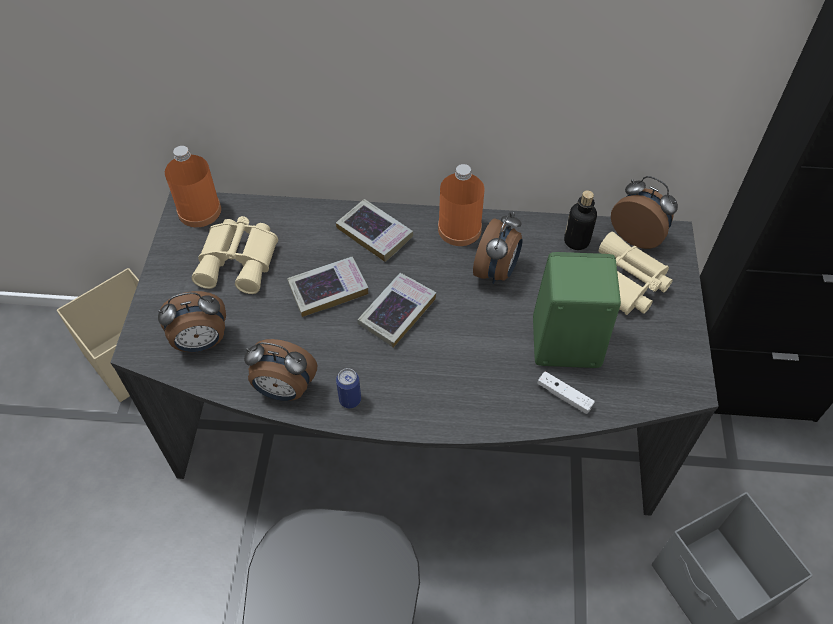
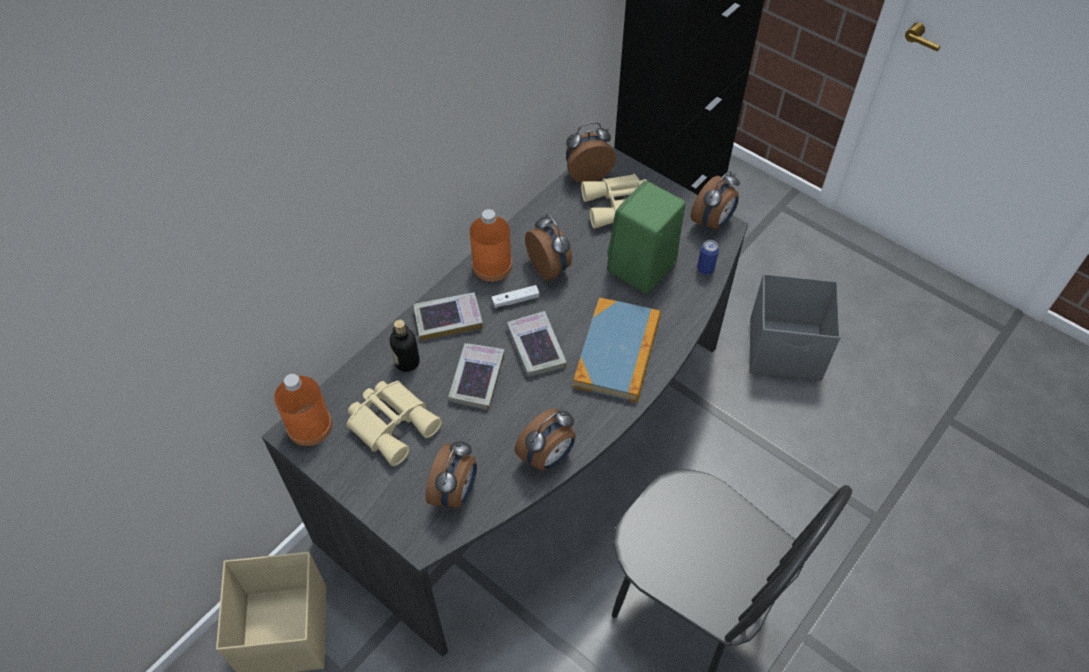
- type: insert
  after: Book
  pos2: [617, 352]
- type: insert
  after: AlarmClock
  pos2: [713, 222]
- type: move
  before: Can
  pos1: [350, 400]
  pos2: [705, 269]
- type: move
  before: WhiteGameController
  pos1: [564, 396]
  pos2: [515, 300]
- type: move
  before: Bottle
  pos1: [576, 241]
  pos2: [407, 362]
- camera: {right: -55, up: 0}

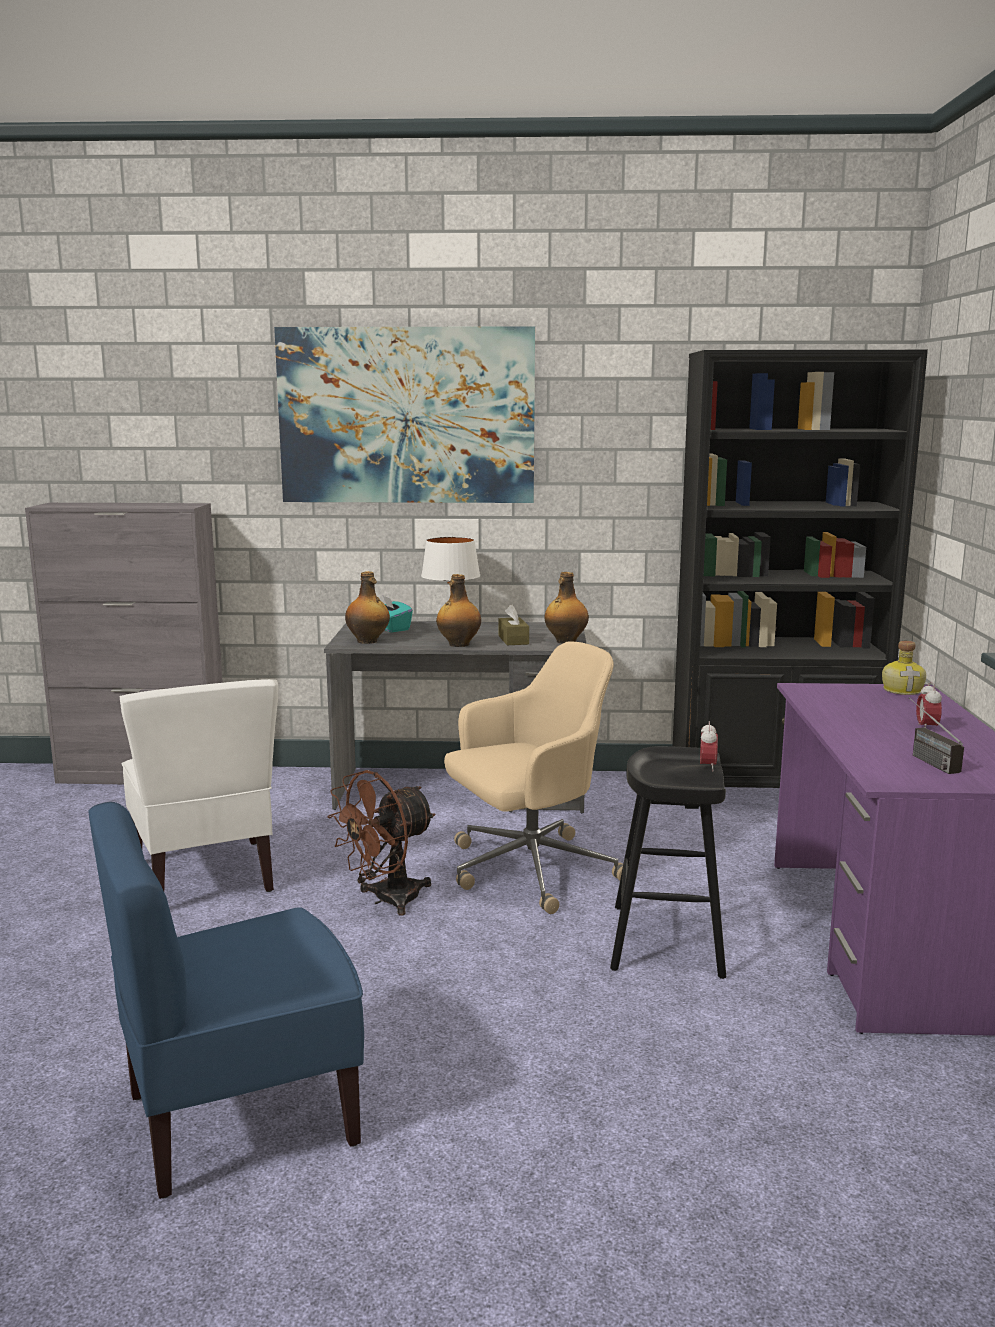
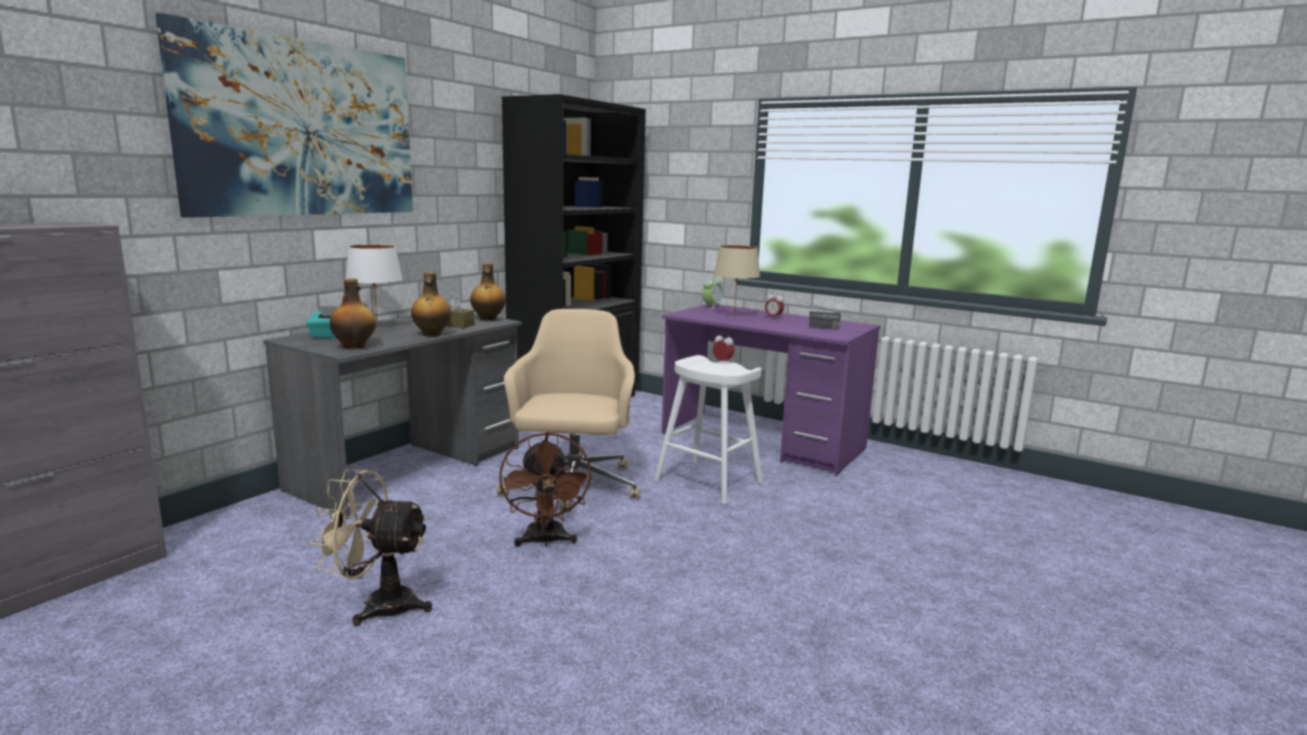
- type: delete
  before: BlueChair
  pos1: [240, 1117]
- type: insert
  after: BeigeTableLamp
  pos2: [734, 316]
- type: replace
  before: WhiteChair
  after: BeigeFan
  pos1: [206, 876]
  pos2: [378, 605]
- type: replace
  before: Bottle
  after: AlarmClock
  pos1: [903, 690]
  pos2: [712, 307]
- type: recolor
  before: BlackStool
  after: WhiteStool
  pos1: [667, 941]
  pos2: [708, 482]
- camera: {right: -60, up: 0}

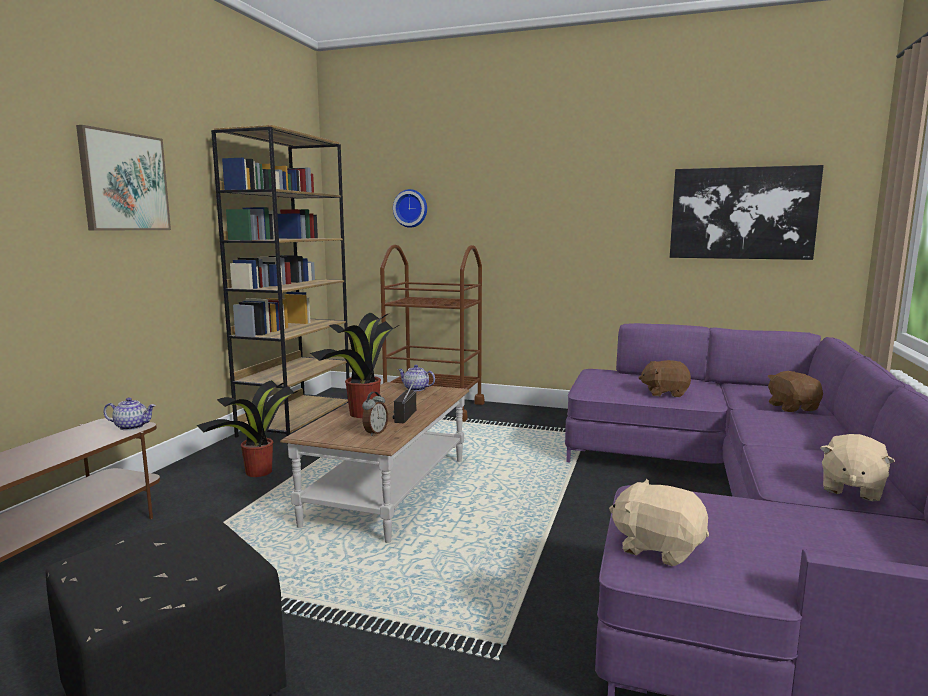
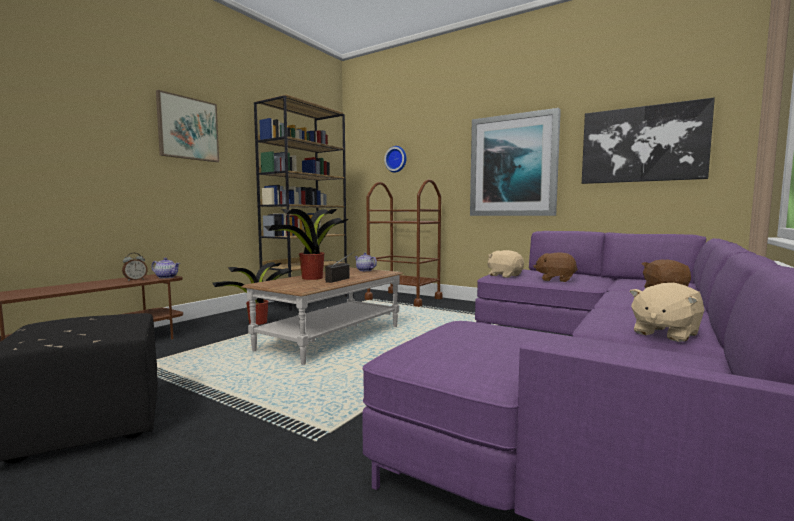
- type: insert
  after: Picture
  pos2: [513, 166]
- type: move
  before: AlarmClock
  pos1: [375, 433]
  pos2: [135, 280]
- type: move
  before: BeigePlushToy
  pos1: [658, 547]
  pos2: [504, 275]
- camera: {right: 15, up: -5}

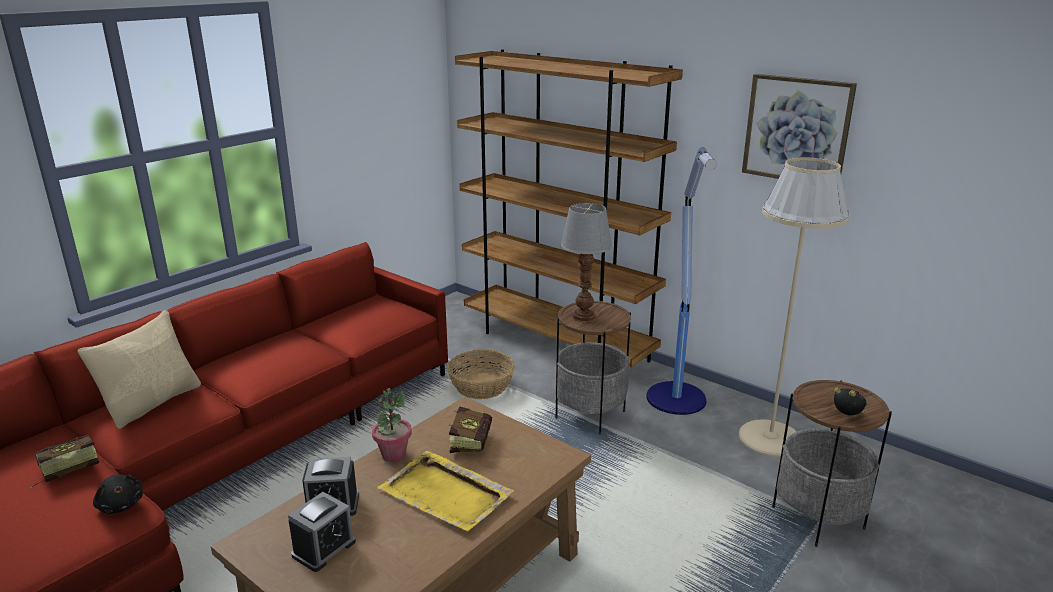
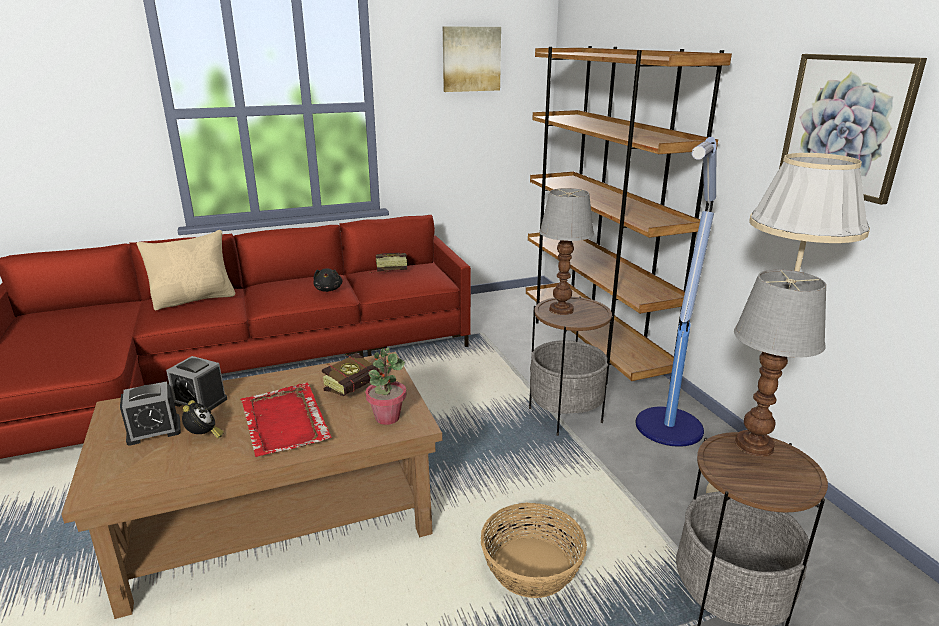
- type: insert
  after: Picture
  pos2: [471, 59]
- type: insert
  after: TableLamp
  pos2: [754, 444]
- type: move
  before: Book
  pos1: [63, 471]
  pos2: [387, 270]
- type: move
  before: BlackPlushToy
  pos1: [121, 505]
  pos2: [328, 289]
- type: move
  before: PottedPlant
  pos1: [393, 455]
  pos2: [387, 417]
- type: move
  before: Basket
  pos1: [482, 386]
  pos2: [532, 567]
- type: move
  before: AlarmClock
  pos1: [847, 417]
  pos2: [204, 436]
- type: recolor
  before: YellowTray
  after: RedTray
  pos1: [446, 494]
  pos2: [284, 422]
- camera: {right: 30, up: 0}

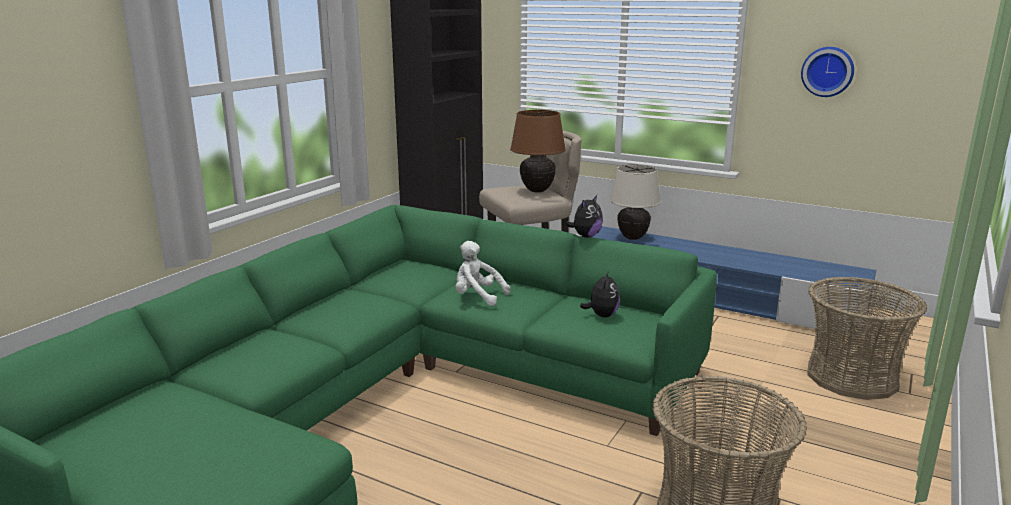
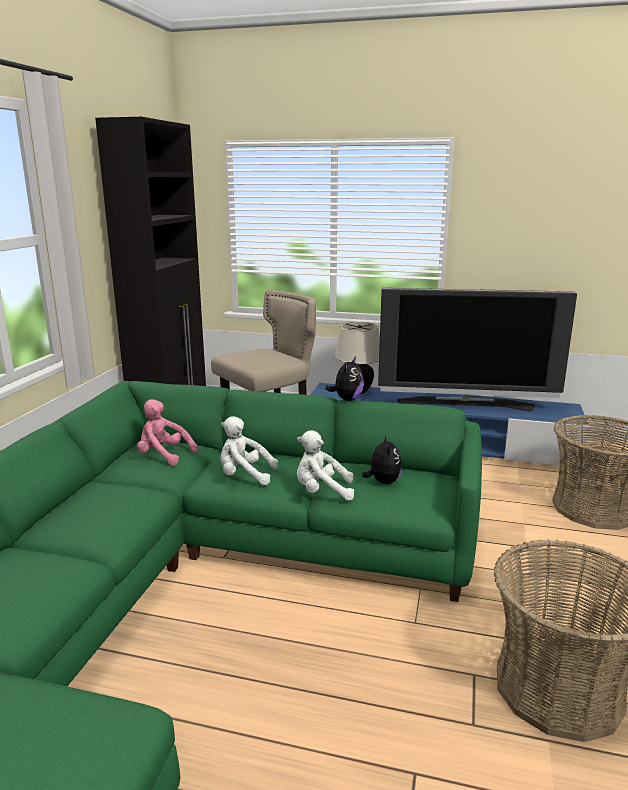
- type: delete
  before: BrownTableLamp
  pos1: [537, 190]
- type: delete
  before: WallClock
  pos1: [827, 71]
- type: insert
  after: PinkPlushToy
  pos2: [163, 455]
- type: insert
  after: WhitePlushToy
  pos2: [322, 492]
- type: insert
  after: Television
  pos2: [466, 404]
- camera: {right: -15, up: 0}

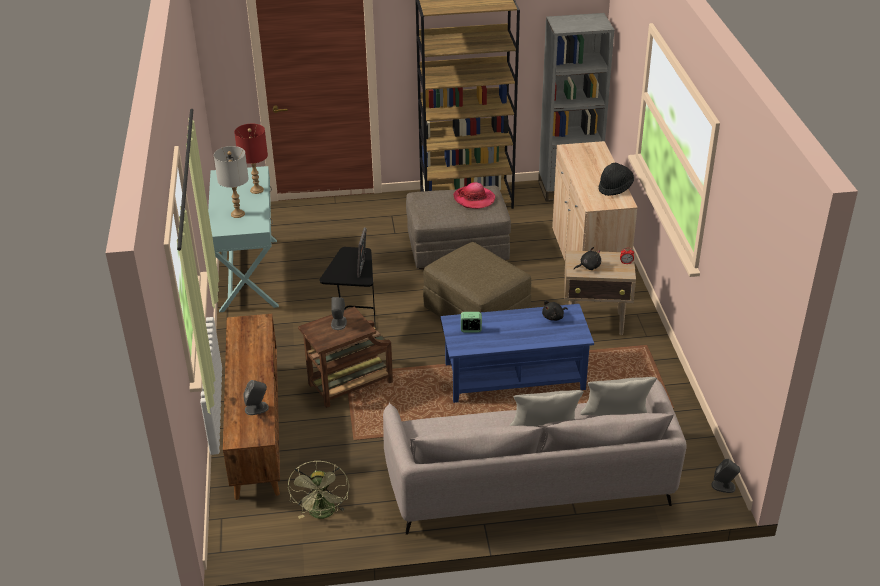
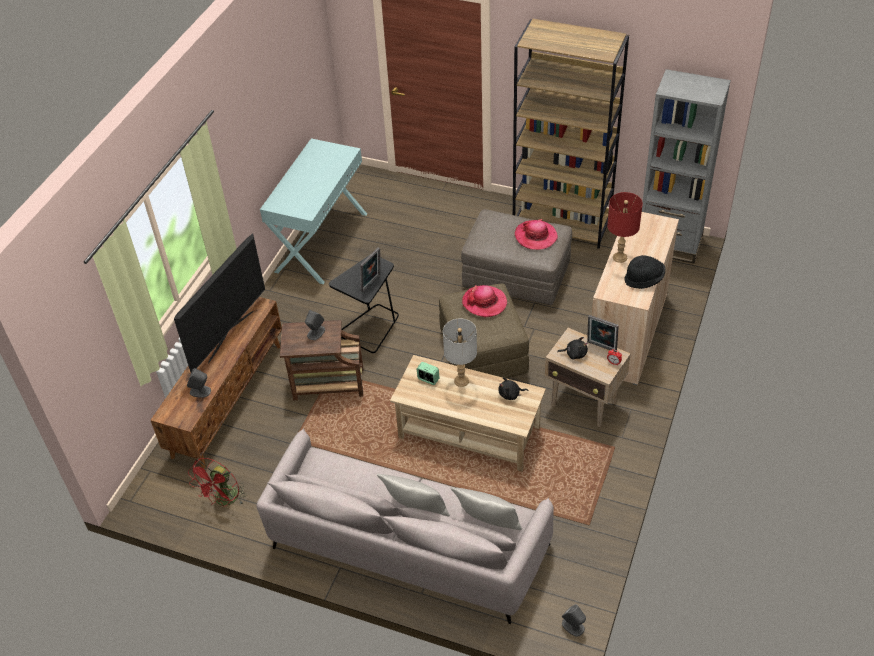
- type: insert
  after: Television
  pos2: [230, 336]
- type: insert
  after: Hat
  pos2: [484, 302]
- type: insert
  after: PictureFrame
  pos2: [601, 347]
- type: move
  before: GreyTableLamp
  pos1: [238, 214]
  pos2: [461, 380]
- type: move
  before: RedTableLamp
  pos1: [257, 190]
  pos2: [620, 257]
- type: recolor
  before: GreenFan
  after: RedFan
  pos1: [323, 514]
  pos2: [224, 500]
- type: recolor
  before: BlueCoffeeTable
  after: BeigeCoffeeTable
  pos1: [514, 377]
  pos2: [468, 432]
- camera: {right: 30, up: 10}

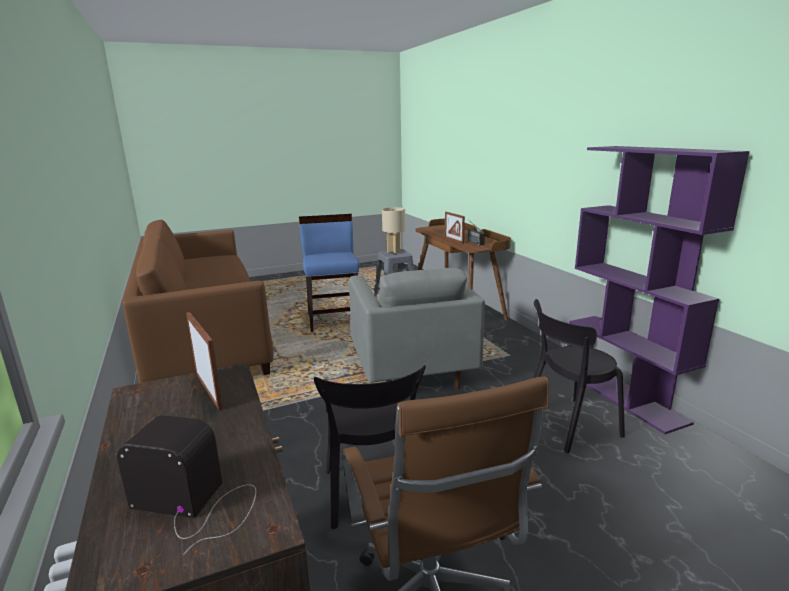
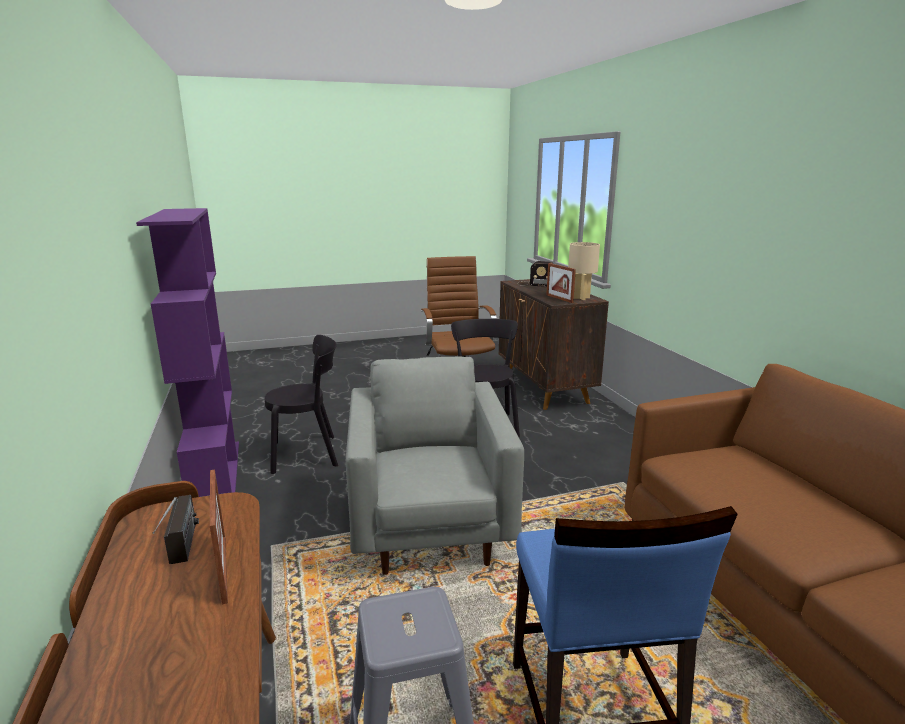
- type: move
  before: BeigeTableLamp
  pos1: [394, 252]
  pos2: [580, 298]
- camera: {right: -175, up: 0}

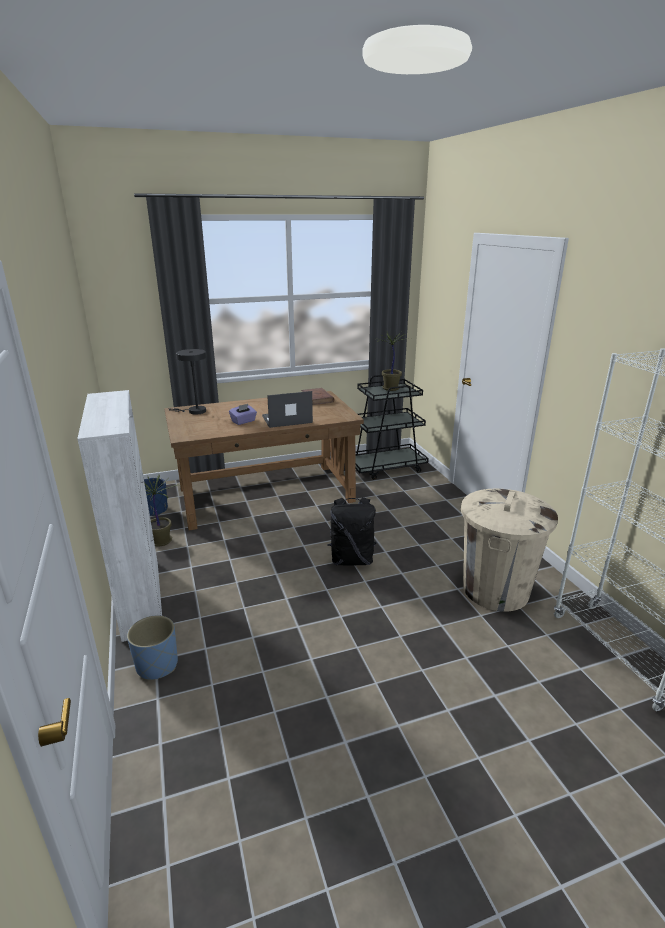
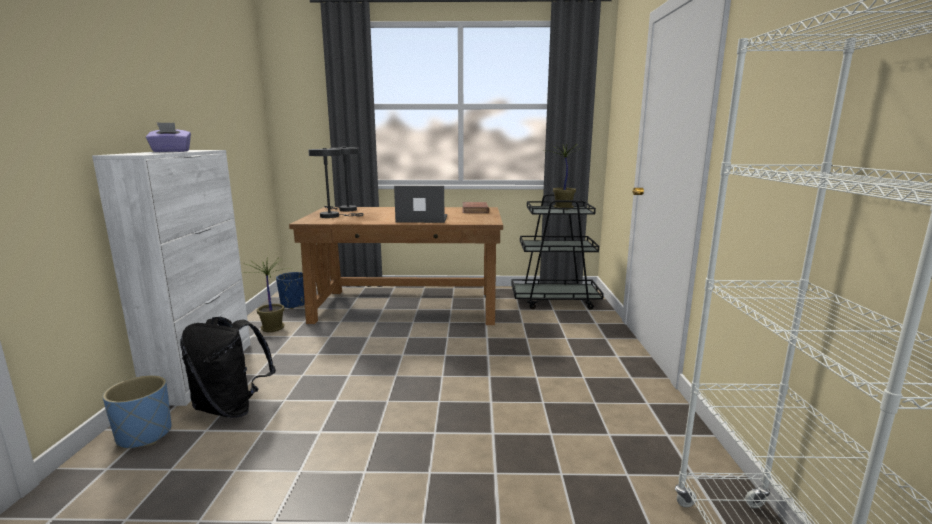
- type: delete
  before: BeigeTrashCan
  pos1: [495, 590]
- type: insert
  after: GreyTableLamp
  pos2: [333, 216]
- type: move
  before: PurpleTissueBox
  pos1: [243, 421]
  pos2: [171, 151]
- type: move
  before: BlackBackpack
  pos1: [352, 559]
  pos2: [231, 408]
- camera: {right: 20, up: -10}

